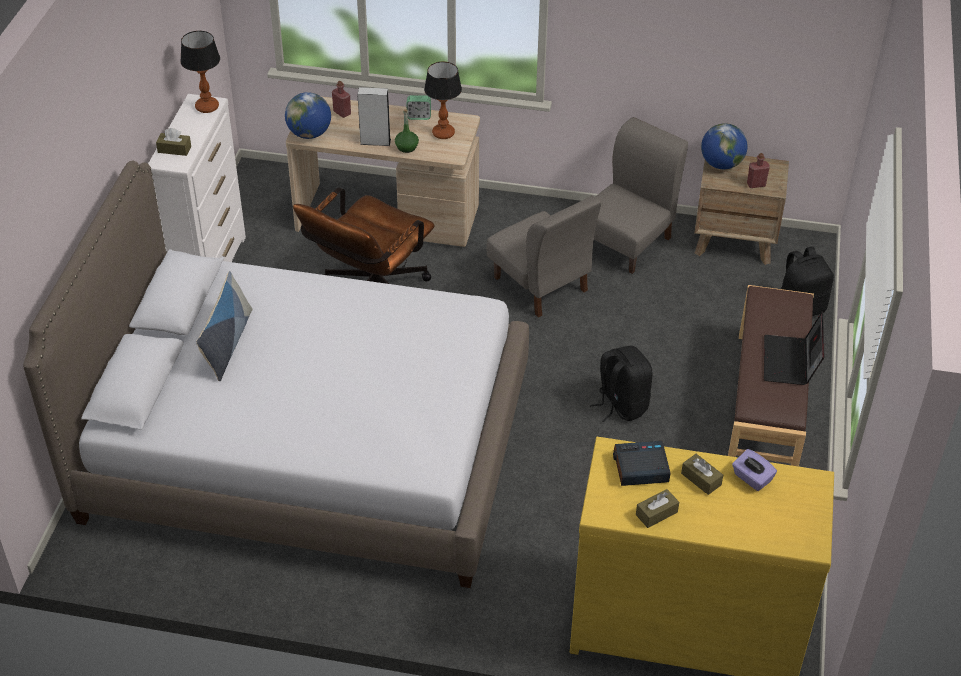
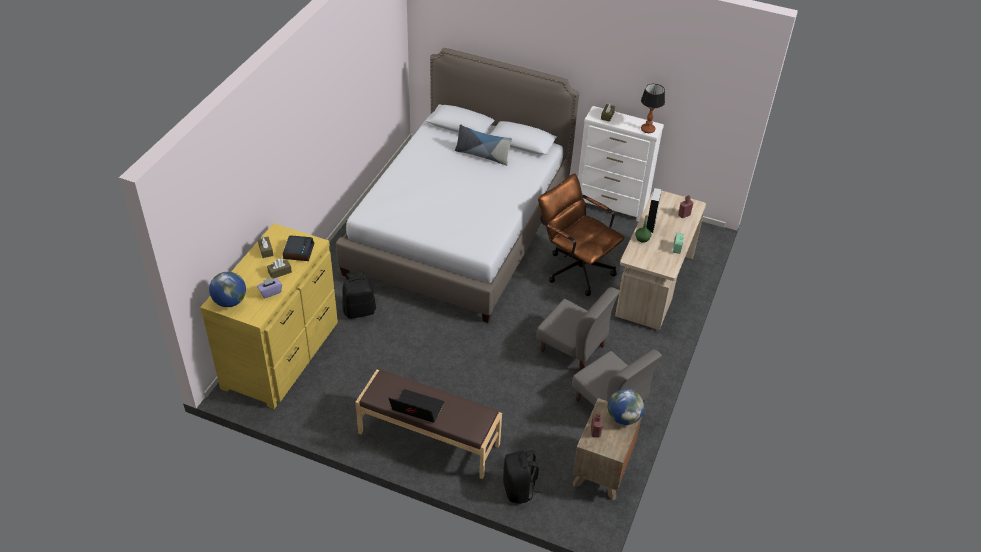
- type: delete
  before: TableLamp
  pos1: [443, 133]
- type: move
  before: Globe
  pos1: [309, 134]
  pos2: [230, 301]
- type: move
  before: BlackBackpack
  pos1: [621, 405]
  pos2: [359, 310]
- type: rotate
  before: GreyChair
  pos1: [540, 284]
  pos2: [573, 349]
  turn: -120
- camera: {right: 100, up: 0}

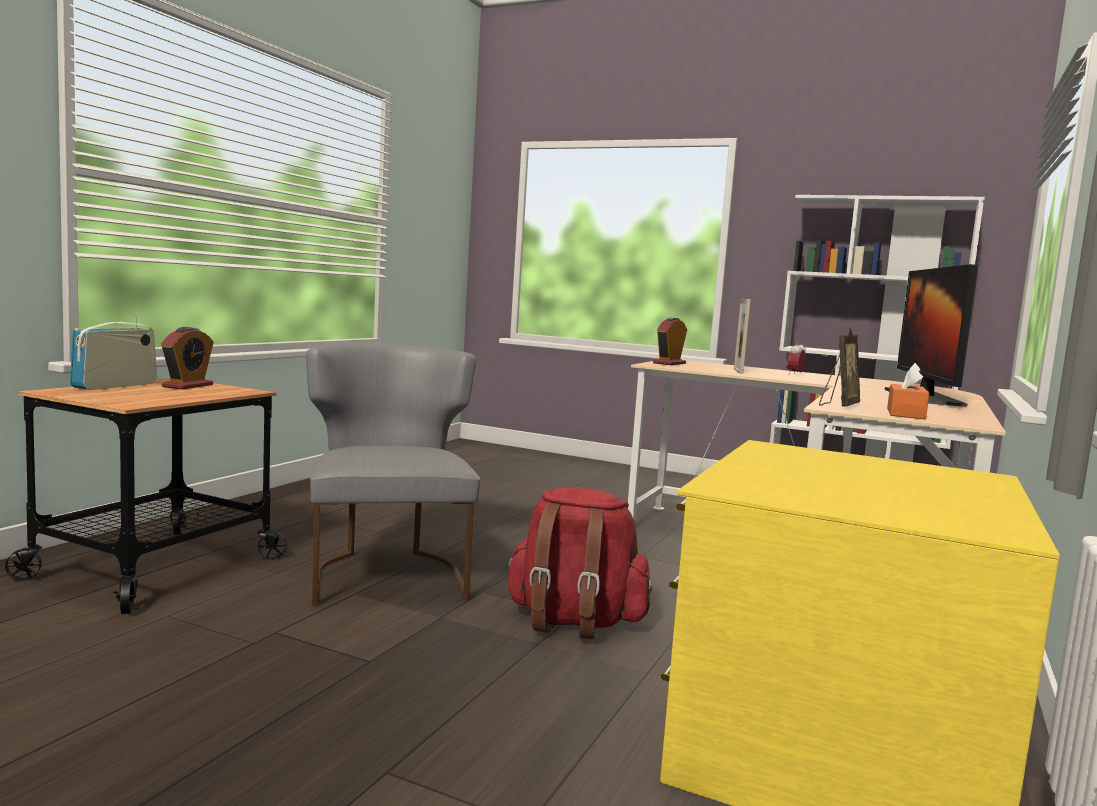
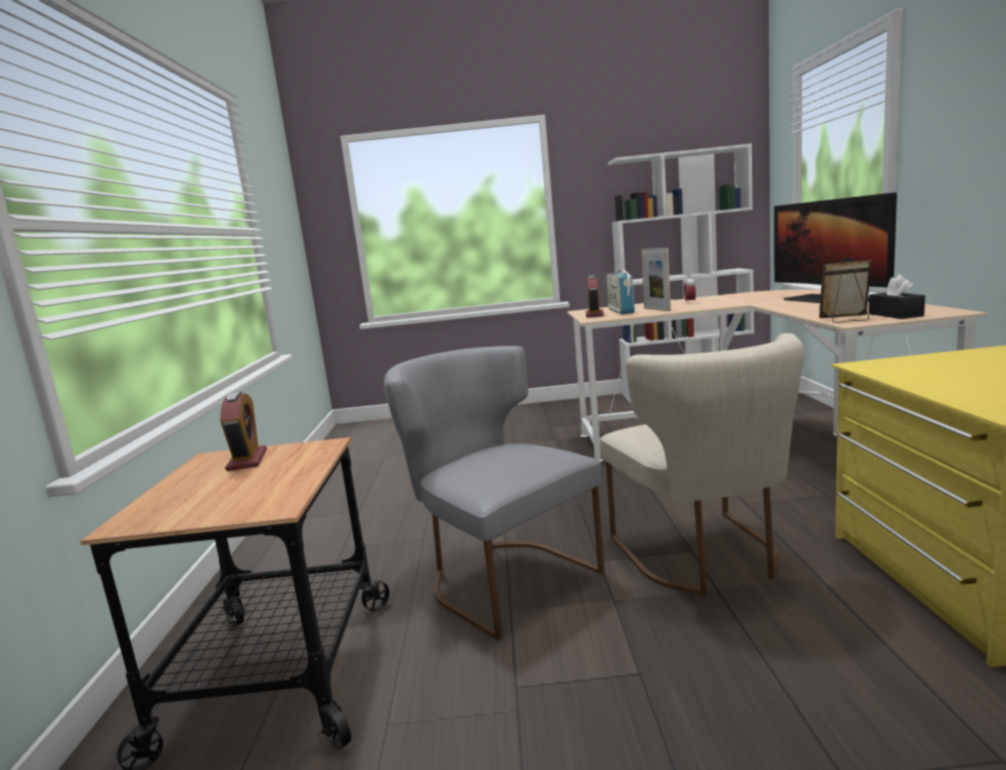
- type: move
  before: Radio
  pos1: [115, 385]
  pos2: [621, 311]
- type: replace
  before: RedBackpack
  after: BeigeChair
  pos1: [574, 622]
  pos2: [705, 557]
- type: recolor
  before: OrangeTissueBox
  after: BlackTissueBox
  pos1: [905, 413]
  pos2: [895, 315]
- type: rotate
  before: PictureFrame
  pos1: [838, 406]
  pos2: [846, 320]
  turn: -90
- camera: {right: -25, up: 5}

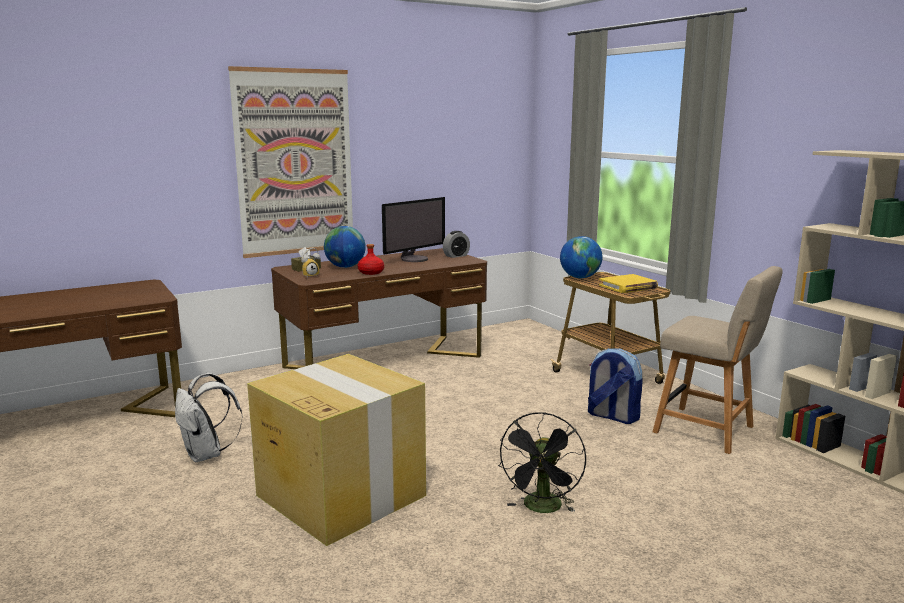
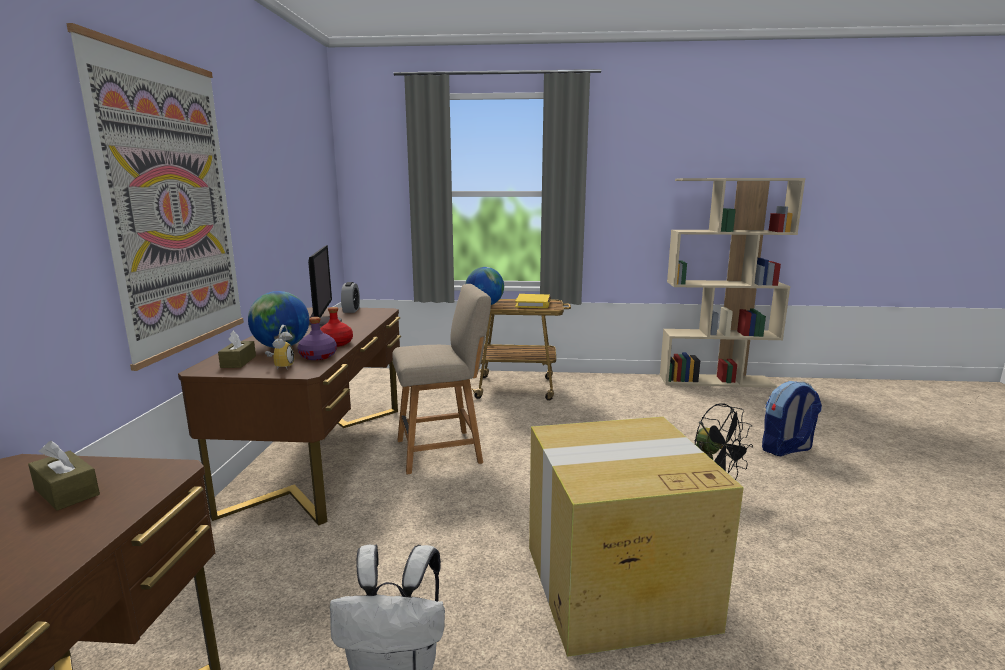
- type: insert
  after: BrownTissueBox
  pos2: [66, 492]
- type: insert
  after: PurpleBottle
  pos2: [318, 356]
- type: move
  before: Backpack
  pos1: [611, 416]
  pos2: [786, 449]
- type: move
  before: BeigeChair
  pos1: [708, 431]
  pos2: [443, 450]
- camera: {right: -55, up: 0}

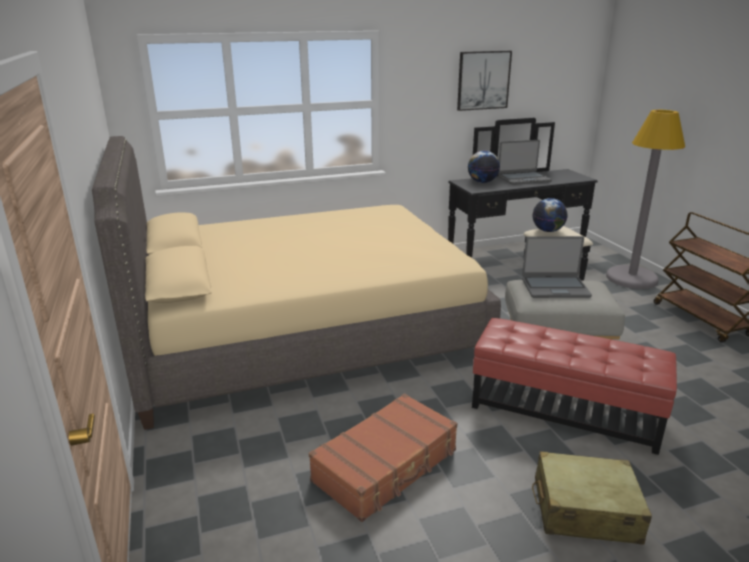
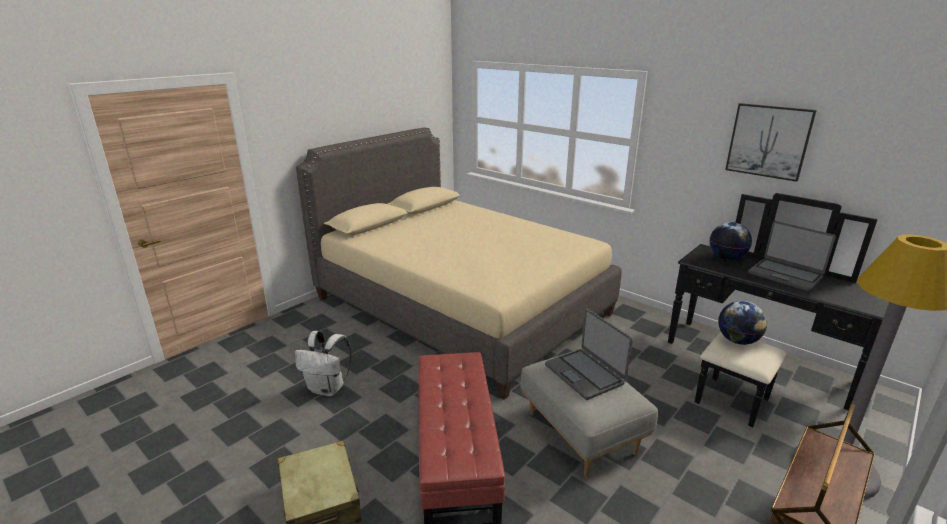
- type: replace
  before: BrownSuitcase
  after: WhiteBackpack
  pos1: [386, 466]
  pos2: [328, 388]
- camera: {right: 60, up: 0}

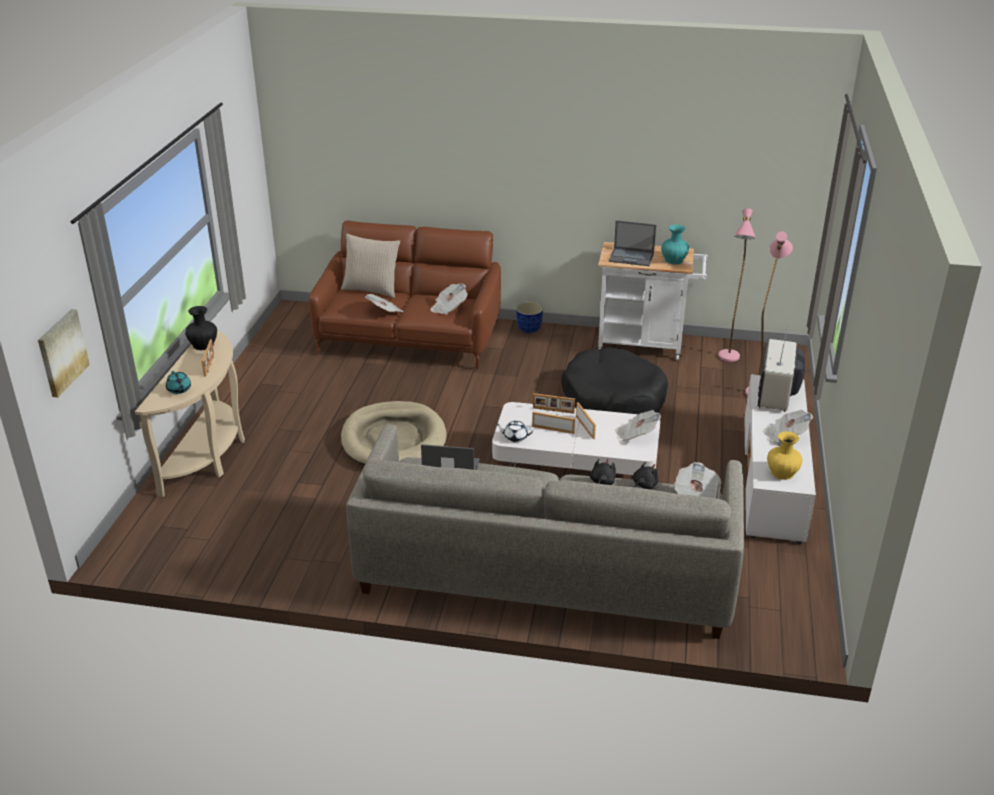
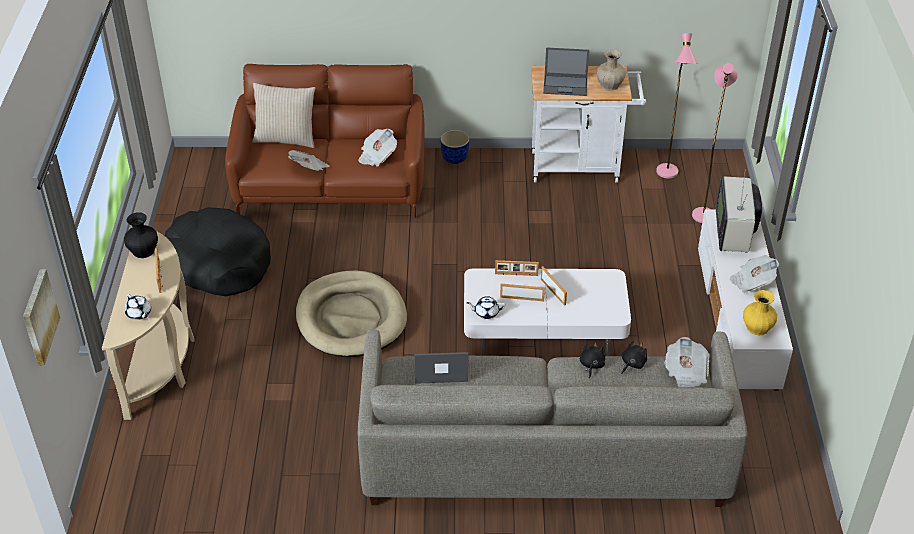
- type: delete
  before: Newspaper
  pos1: [636, 435]
- type: move
  before: BlackDogBed
  pos1: [614, 398]
  pos2: [218, 263]
- type: recolor
  before: TurquoiseTeapot
  after: WhiteTeapot
  pos1: [179, 389]
  pos2: [139, 314]
- type: recolor
  before: TurquoiseVase
  after: BeigeVase
  pos1: [673, 260]
  pos2: [609, 85]
- camera: {right: -10, up: 10}

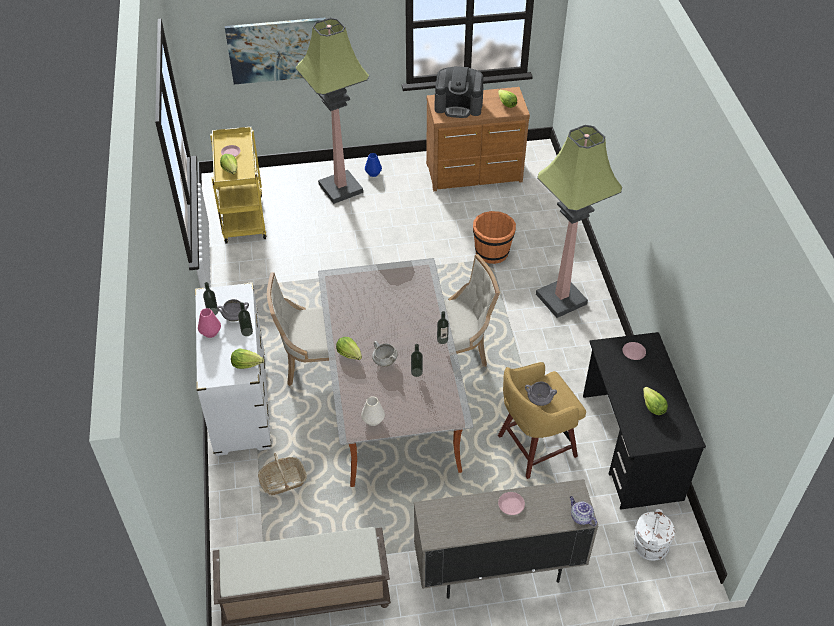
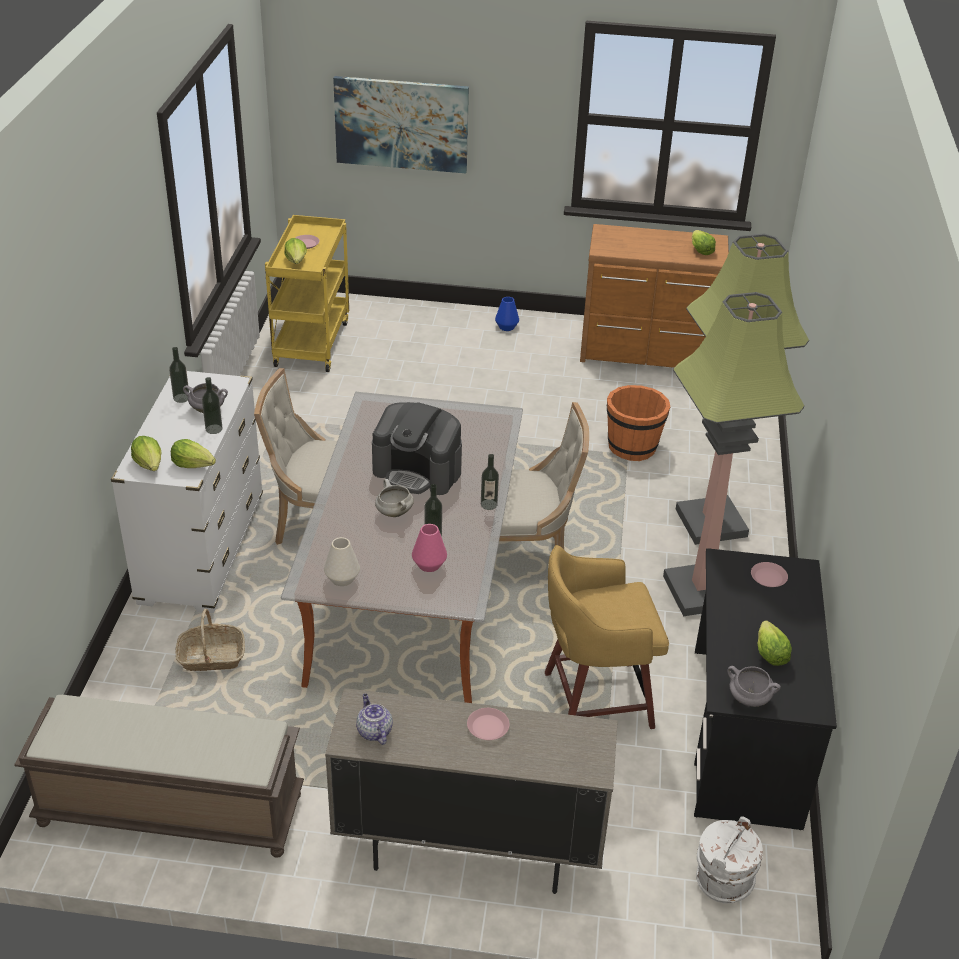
- type: move
  before: PinkVase
  pos1: [210, 332]
  pos2: [429, 564]
- type: move
  before: FloorLamp
  pos1: [341, 188]
  pos2: [701, 591]
- type: move
  before: Lettuce
  pos1: [349, 354]
  pos2: [149, 464]
- type: move
  before: CoffeeMachine
  pos1: [459, 105]
  pos2: [418, 471]
- type: move
  before: GreyCookingPot
  pos1: [539, 400]
  pos2: [748, 699]
- type: move
  before: Teapot
  pos1: [580, 517]
  pos2: [373, 731]
- camera: {right: 15, up: -10}

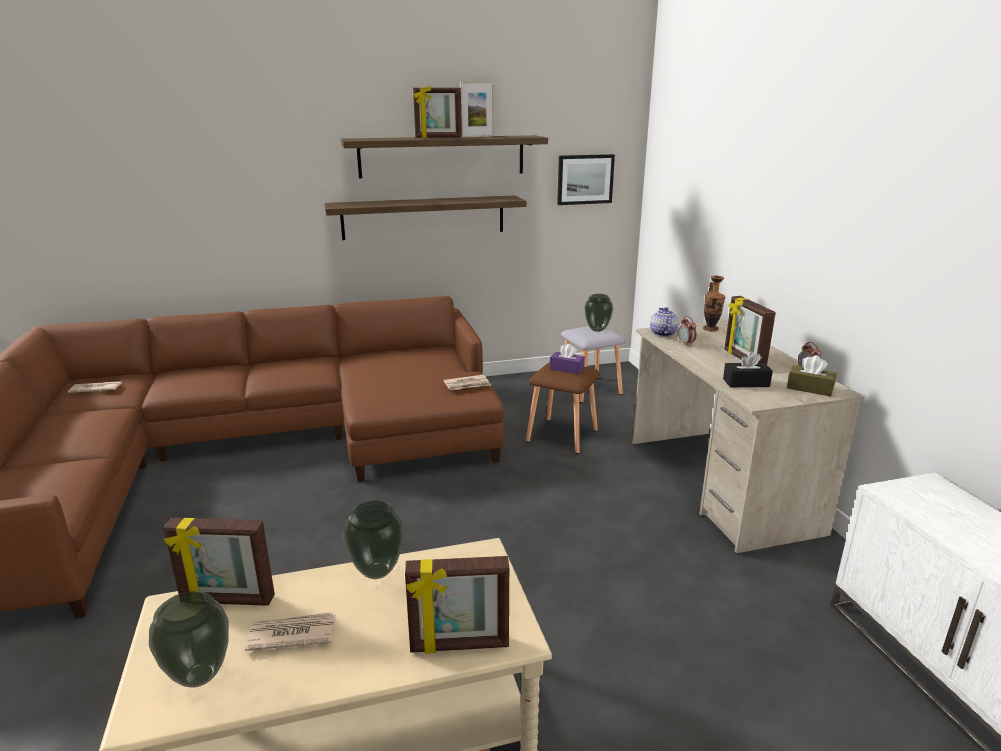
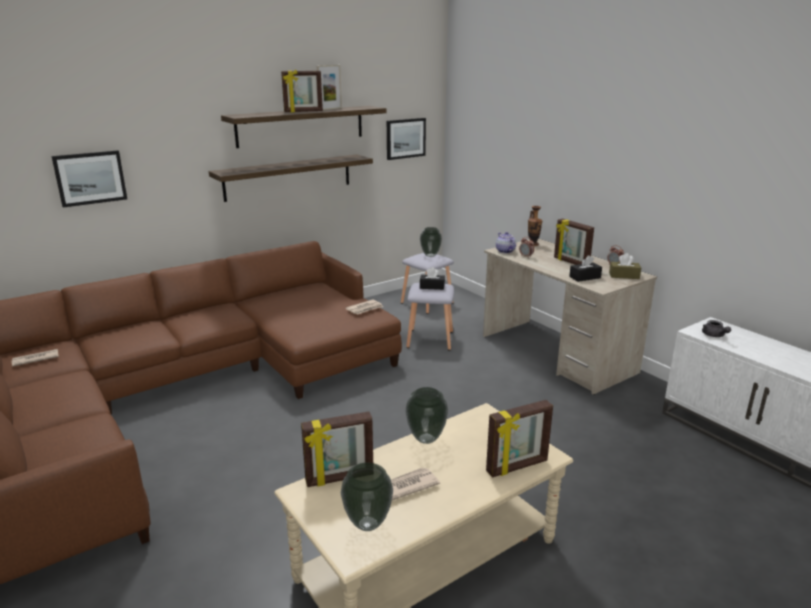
- type: insert
  after: Picture
  pos2: [90, 178]
- type: insert
  after: GreyTeapot
  pos2: [714, 335]
- type: recolor
  before: BrownStool
  after: GreyStool
  pos1: [563, 436]
  pos2: [431, 339]
- type: recolor
  before: PurpleTissueBox
  after: BlackTissueBox
  pos1: [566, 369]
  pos2: [432, 287]
- camera: {right: -20, up: 0}

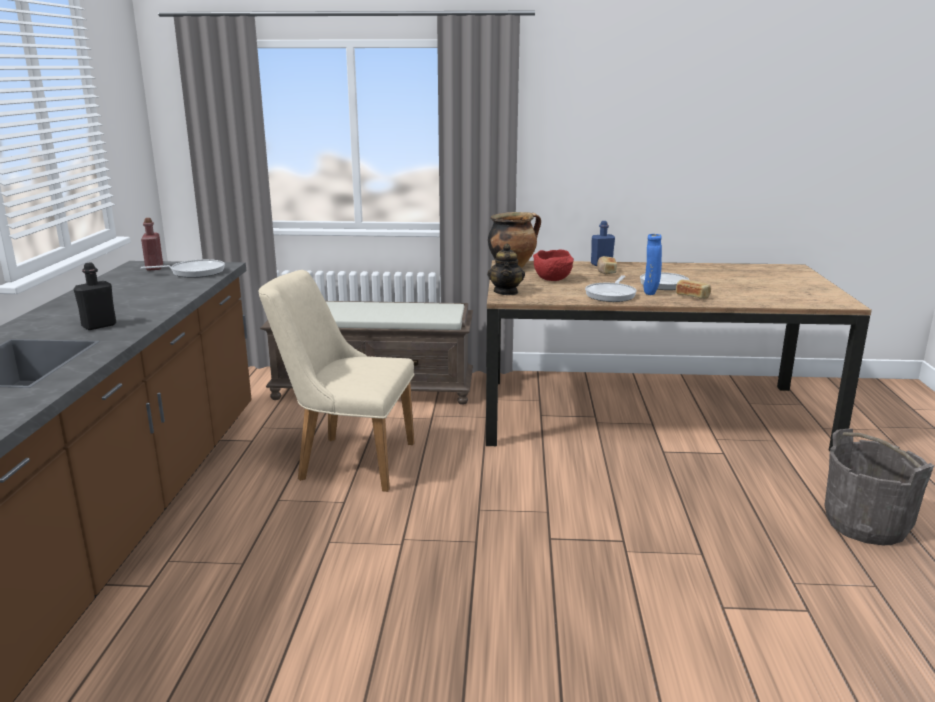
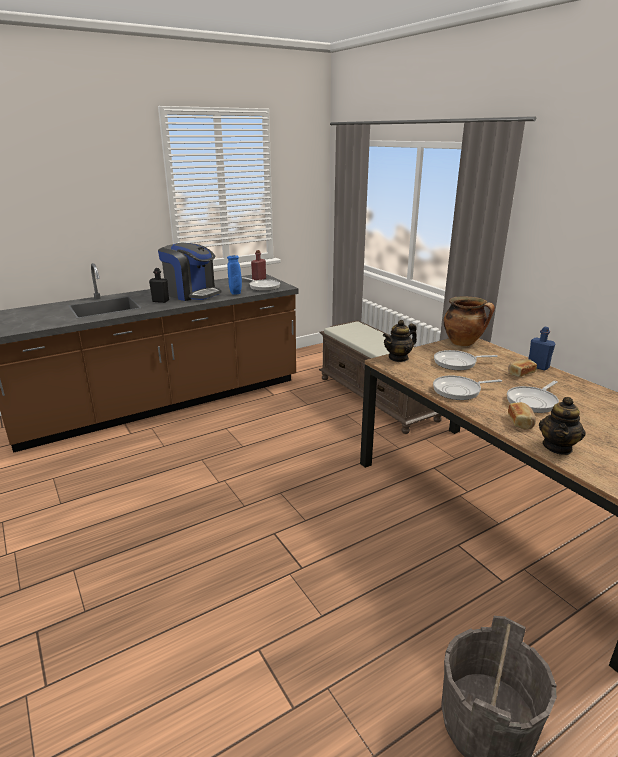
- type: delete
  before: BeigeChair
  pos1: [346, 460]
- type: insert
  after: CoffeeMachine
  pos2: [192, 294]
- type: insert
  after: Teapot
  pos2: [557, 447]
- type: move
  before: BlueVase
  pos1: [650, 294]
  pos2: [235, 294]
- type: replace
  before: RedBowl
  after: FryingPan
  pos1: [553, 280]
  pos2: [457, 363]
- camera: {right: 55, up: 5}

